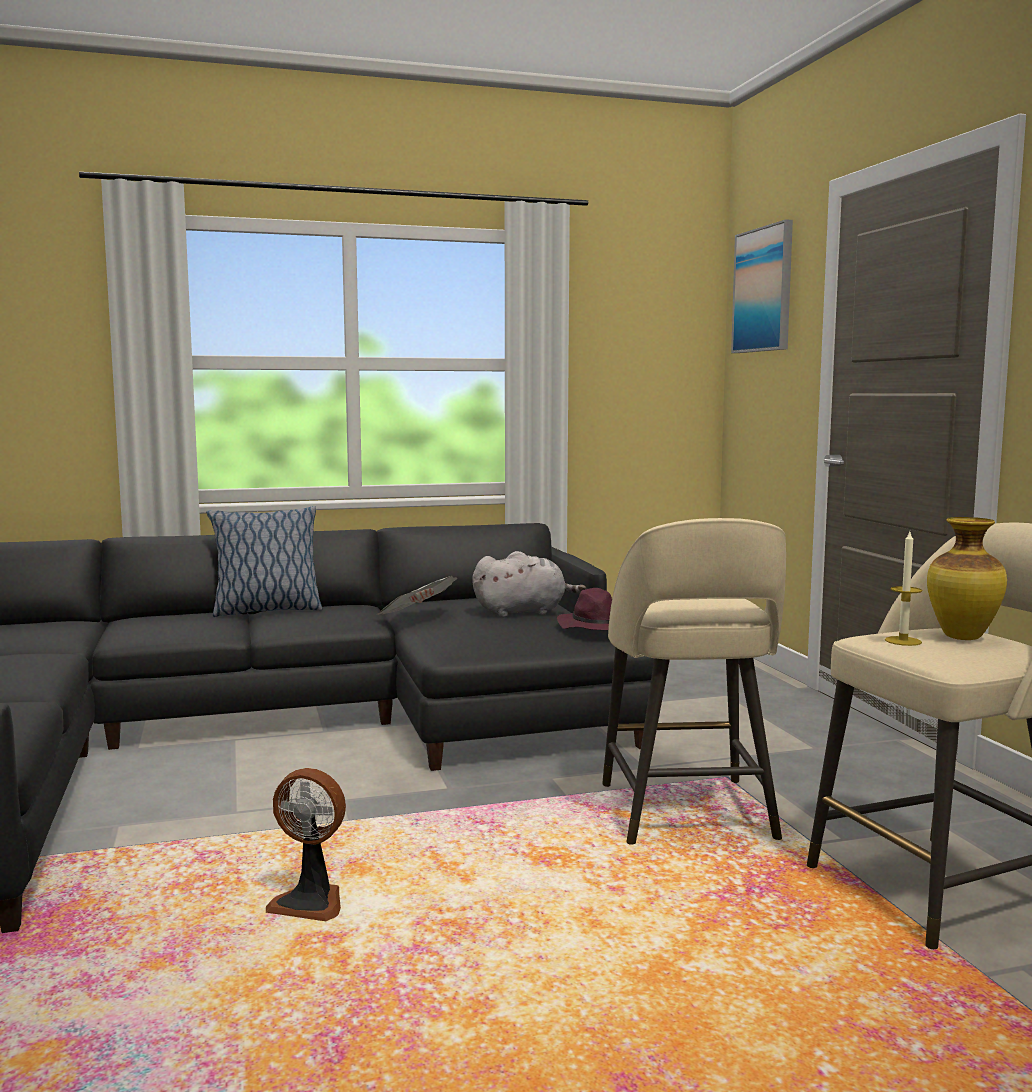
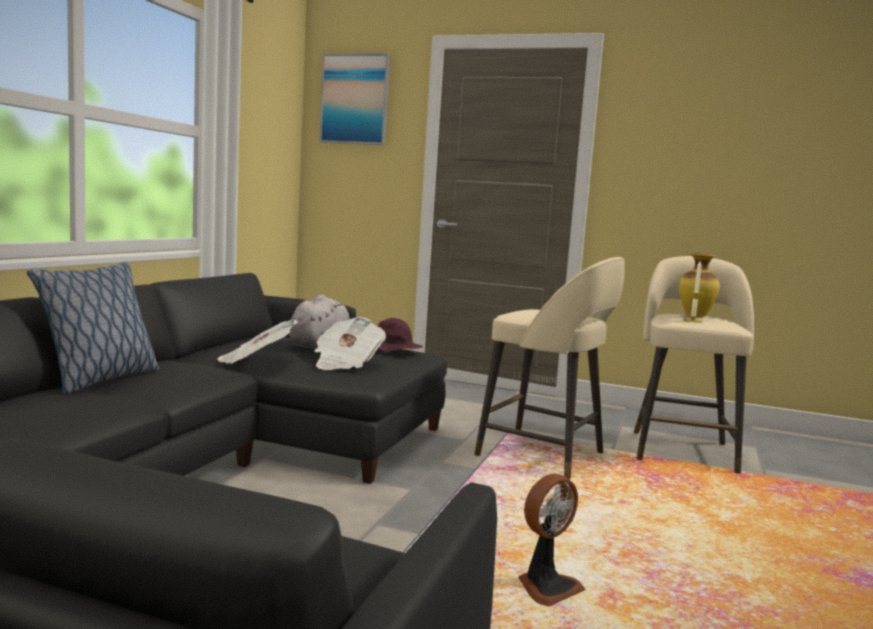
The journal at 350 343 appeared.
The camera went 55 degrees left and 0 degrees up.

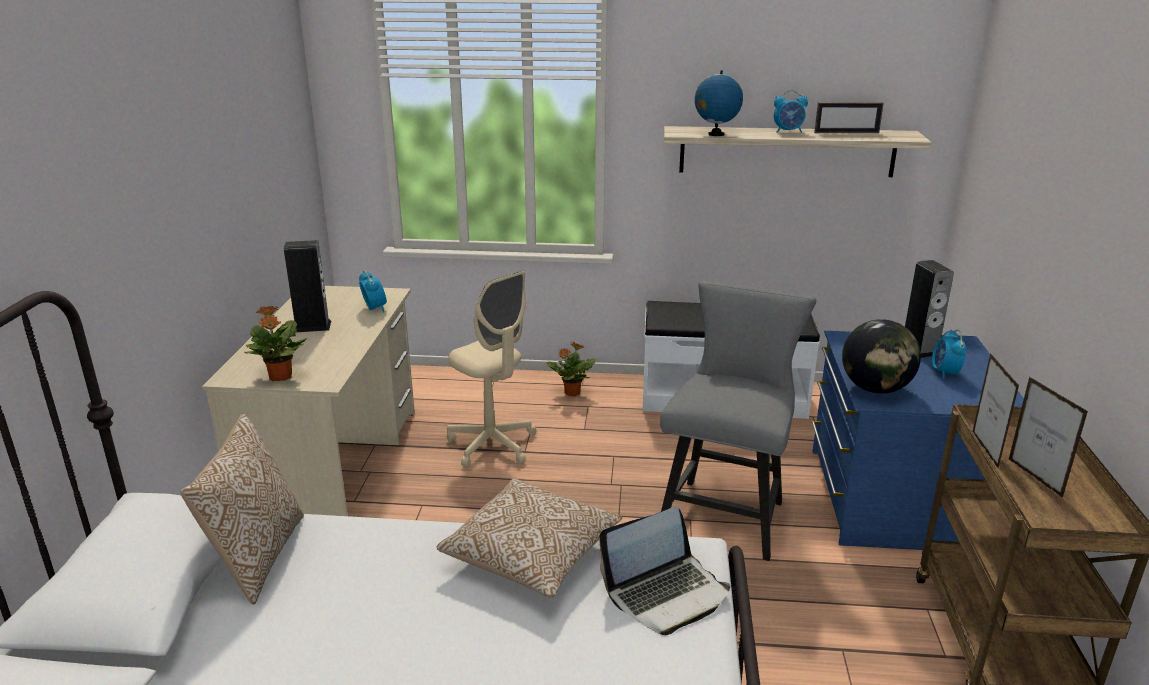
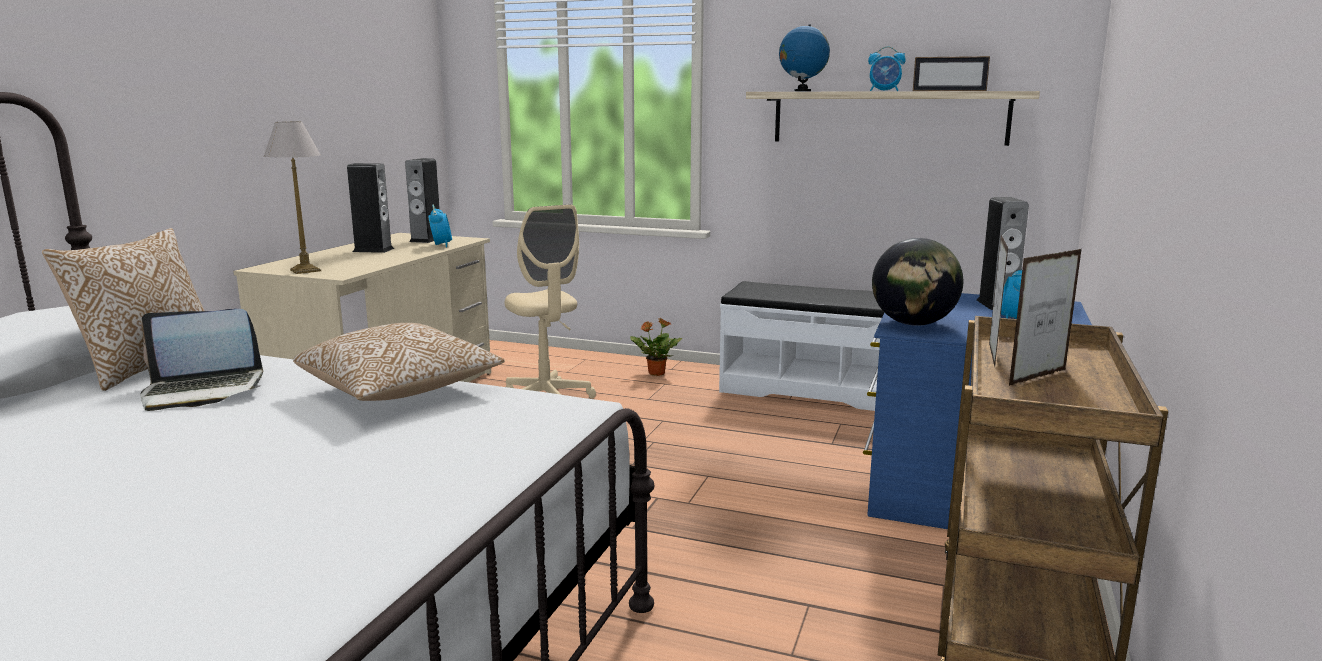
The ordinateur portable moved from 664 571 to 201 360.
The plante en pot at 275 343 was replaced by the lampe de table at 292 198.
The enceinte at 422 200 appeared.
The cadre photo at 1048 437 turned 120 degrees counterclockwise.
The chaise [gris] at 738 421 disappeared.
The camera went 15 degrees right and 10 degrees down.

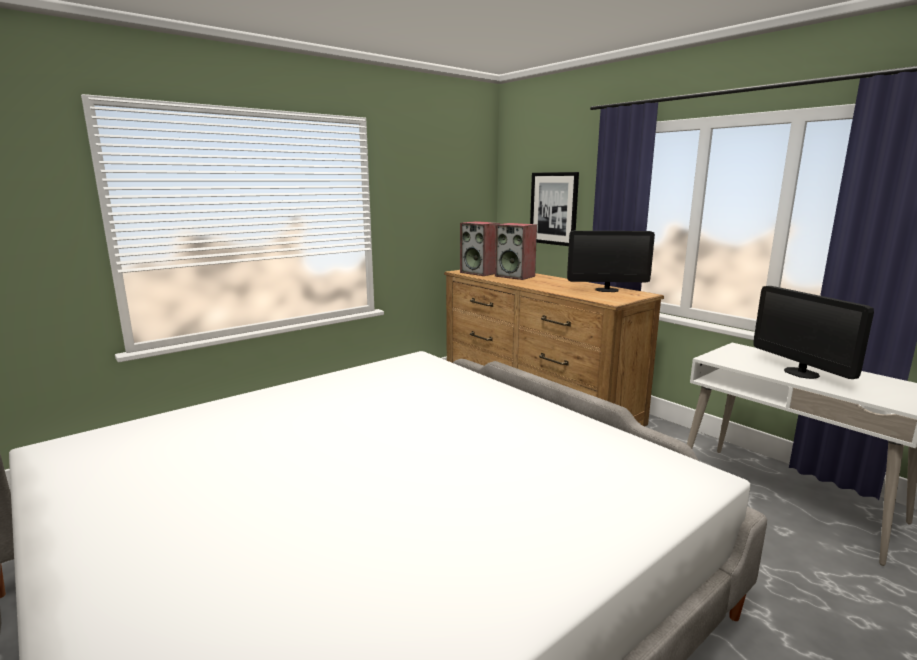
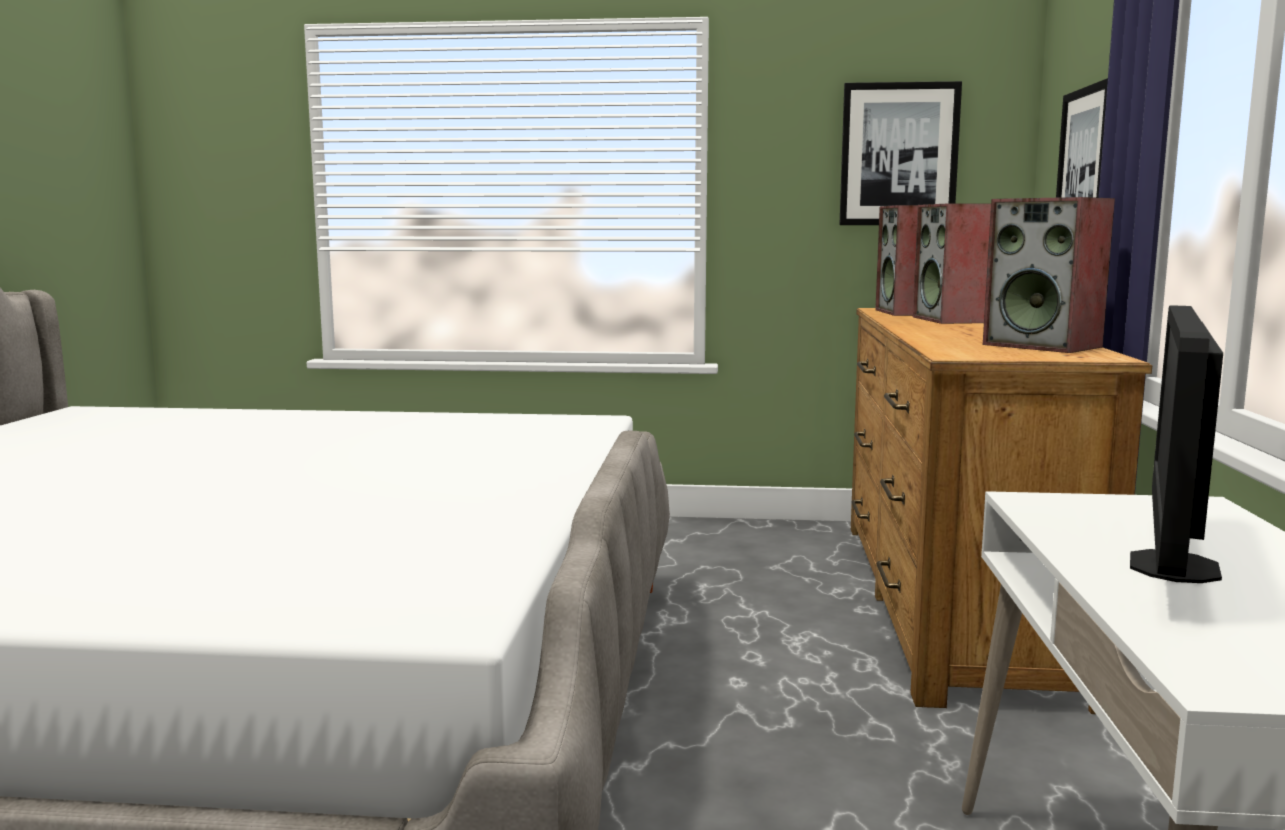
The tableau at 900 153 appeared.
The écran d'ordinateur at 611 261 was replaced by the enceinte at 1049 275.
The camera went 45 degrees right and 5 degrees down.

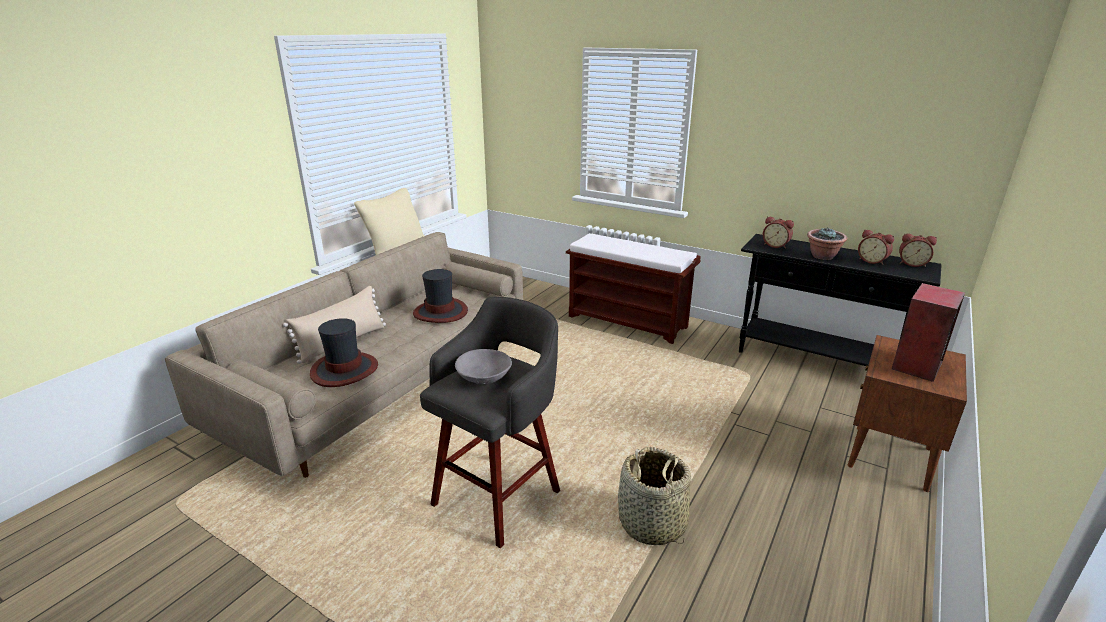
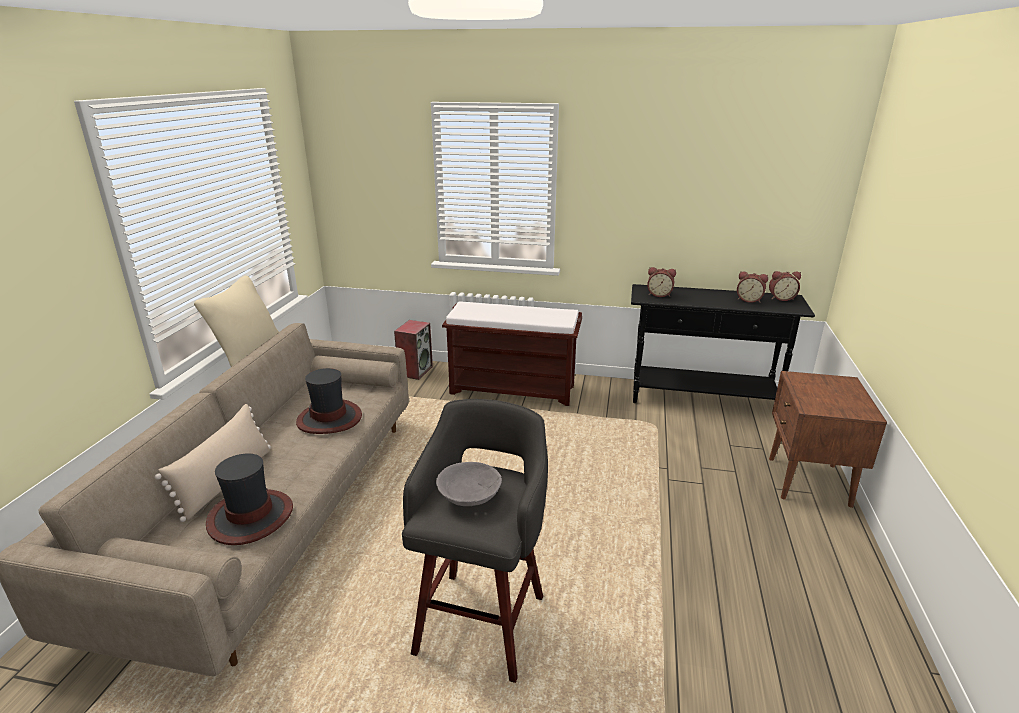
The enceinte moved from 928 332 to 413 350.
The panier at 654 496 disappeared.
The plante en pot at 827 244 disappeared.
The camera went 20 degrees left and 0 degrees up.

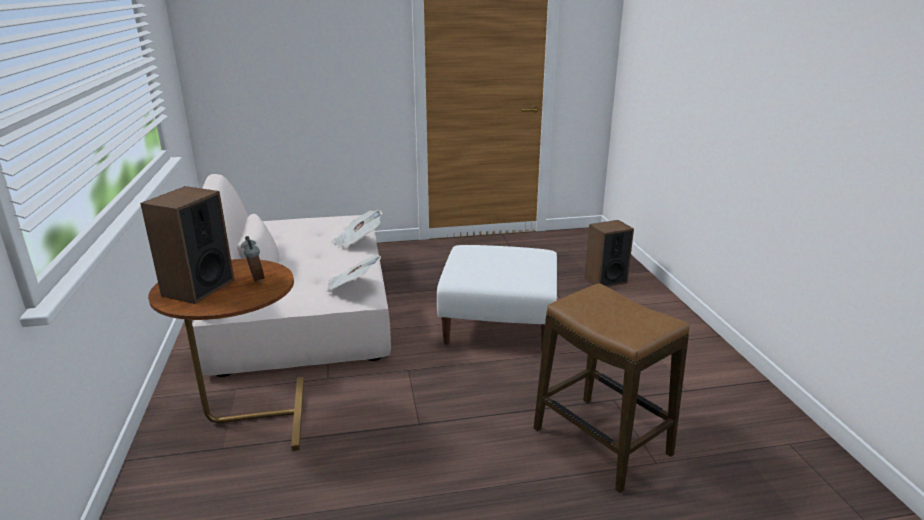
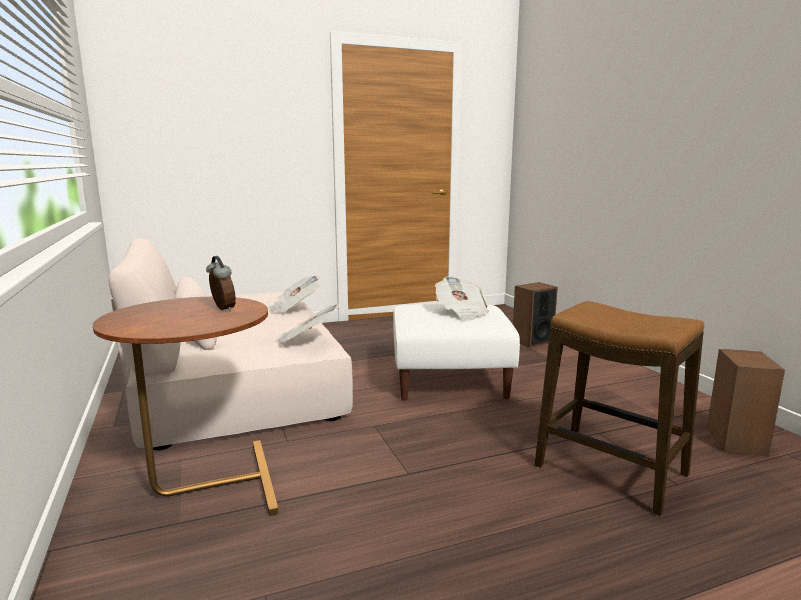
The journal at 462 298 appeared.
The enceinte moved from 187 245 to 746 403.
The camera went 10 degrees left and 10 degrees down.

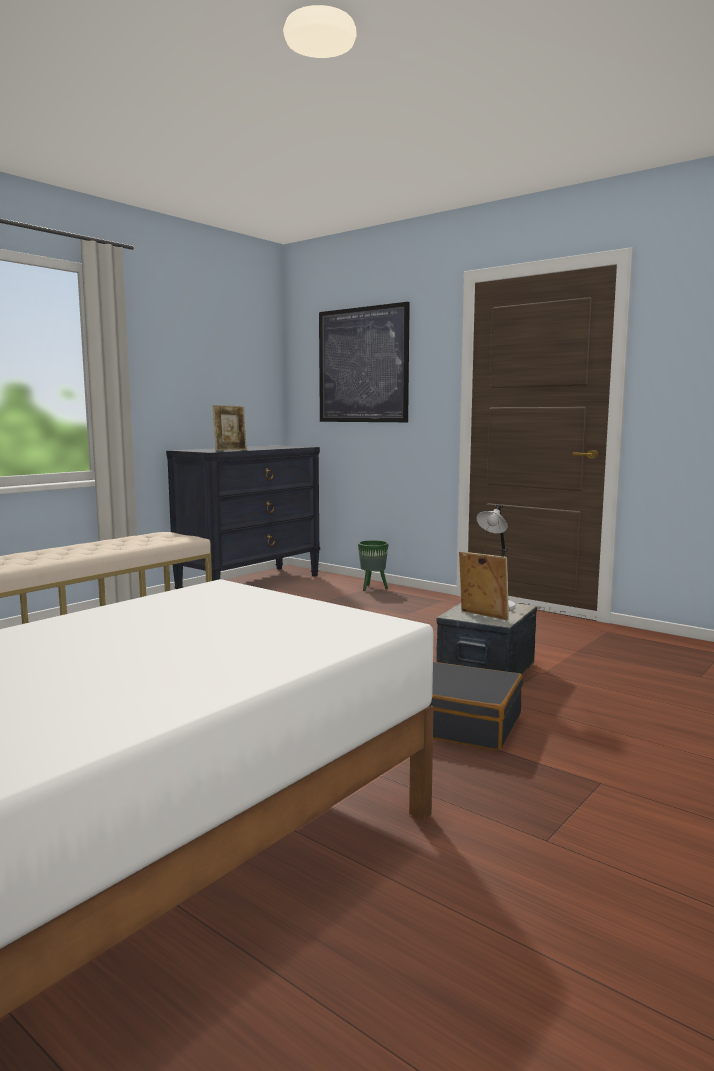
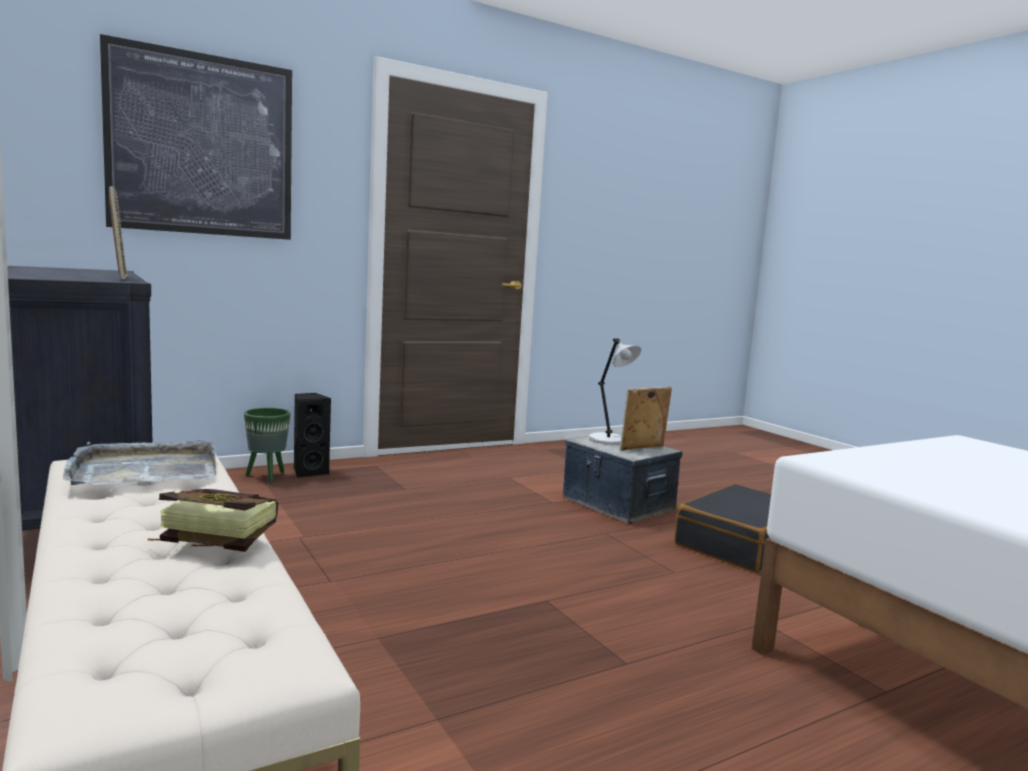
The plateau [gris] at 139 462 appeared.
The livre at 212 520 appeared.
The enceinte [noir] at 312 435 appeared.
The camera went 70 degrees left and 0 degrees up.

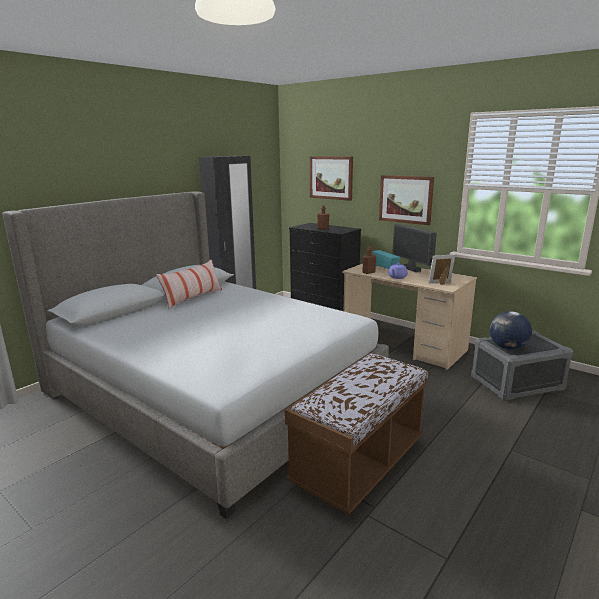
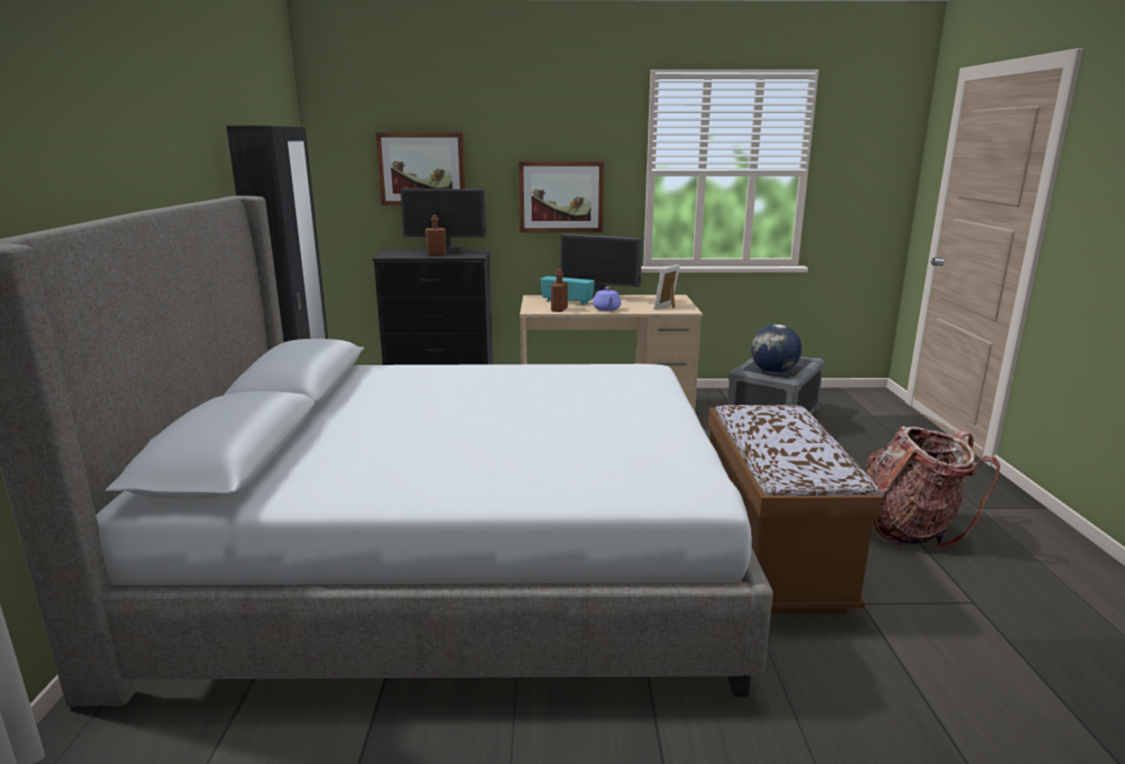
The écran d'ordinateur at 443 221 appeared.
The sac à dos at 933 487 appeared.
The coussin at 189 284 disappeared.
The camera went 40 degrees left and 0 degrees up.

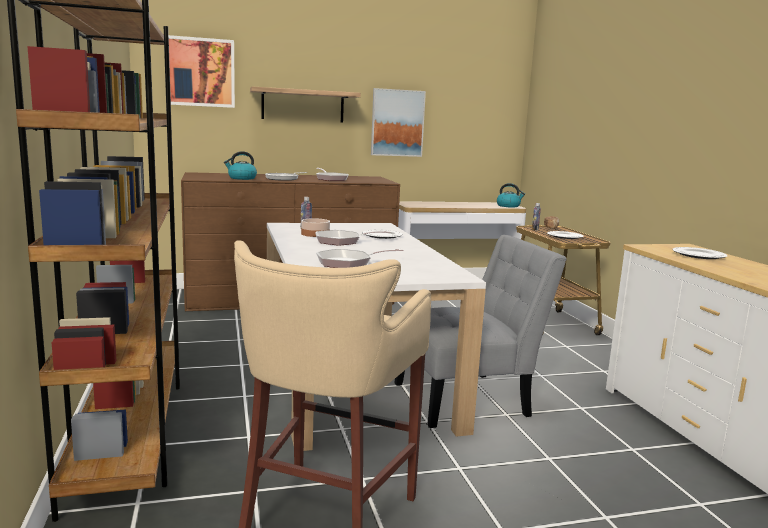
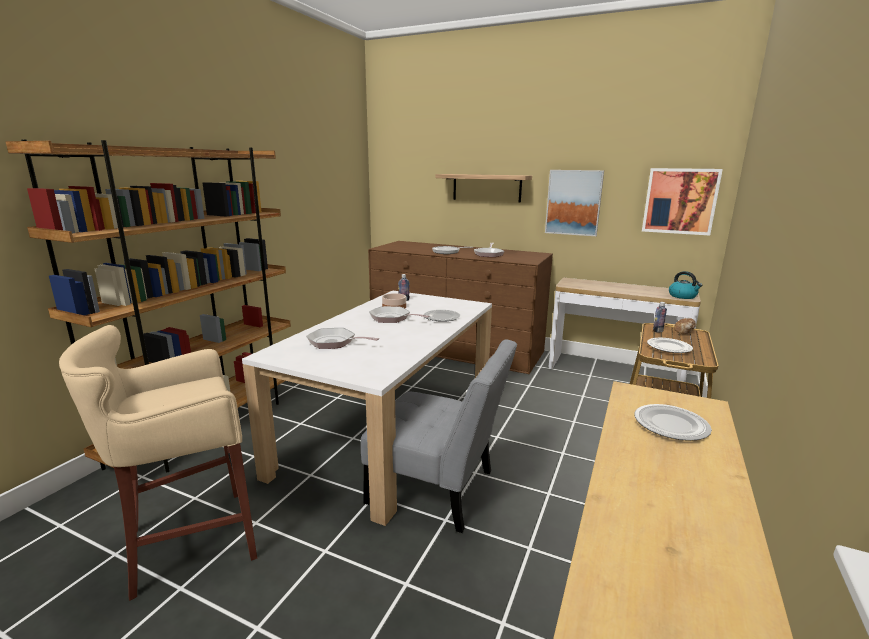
The tableau moved from 202 71 to 682 201.
The bouilloire at 240 165 disappeared.
The camera went 40 degrees right and 5 degrees up.

